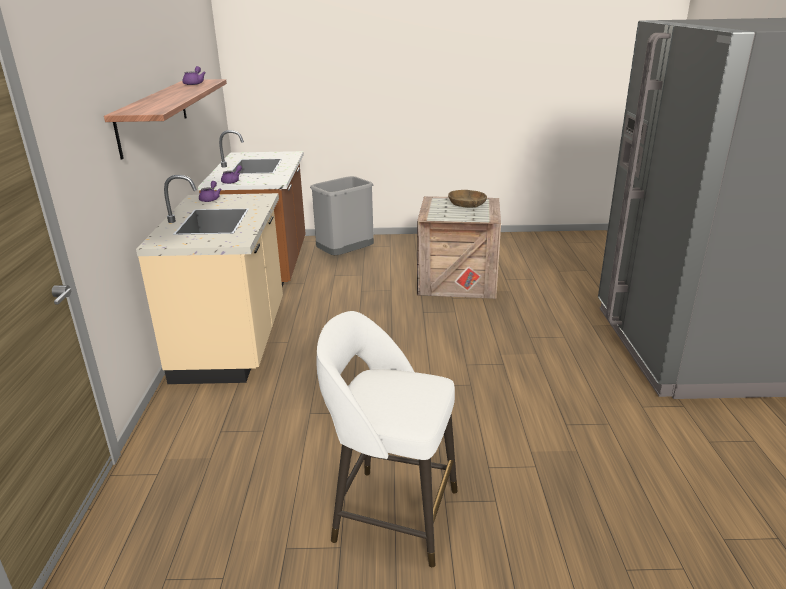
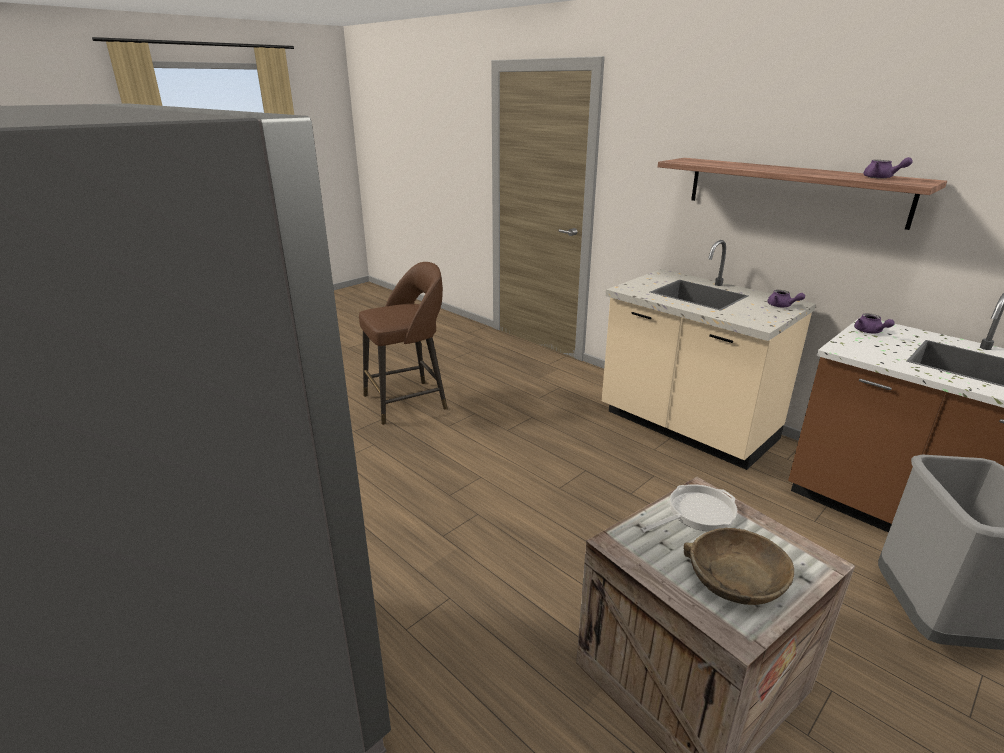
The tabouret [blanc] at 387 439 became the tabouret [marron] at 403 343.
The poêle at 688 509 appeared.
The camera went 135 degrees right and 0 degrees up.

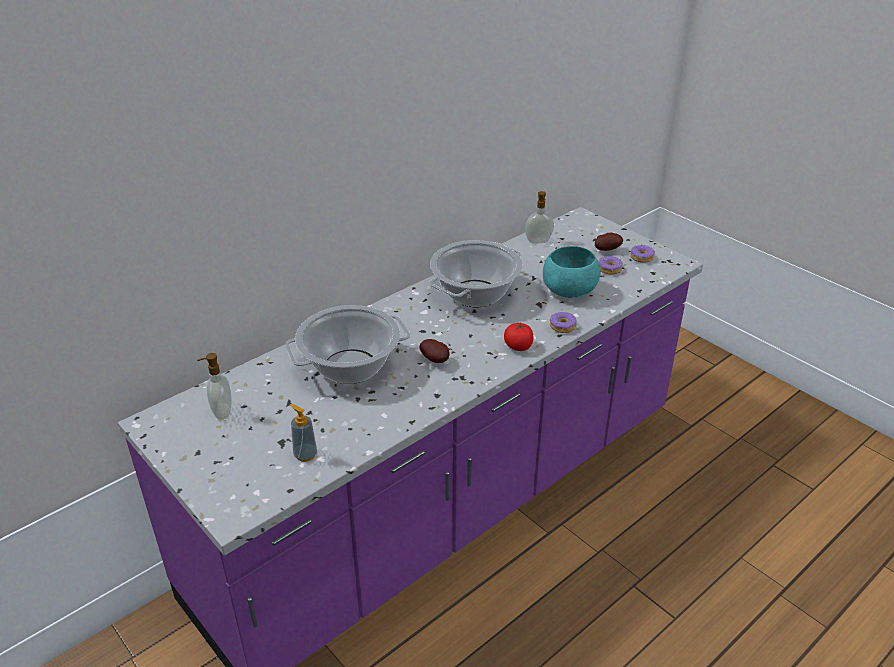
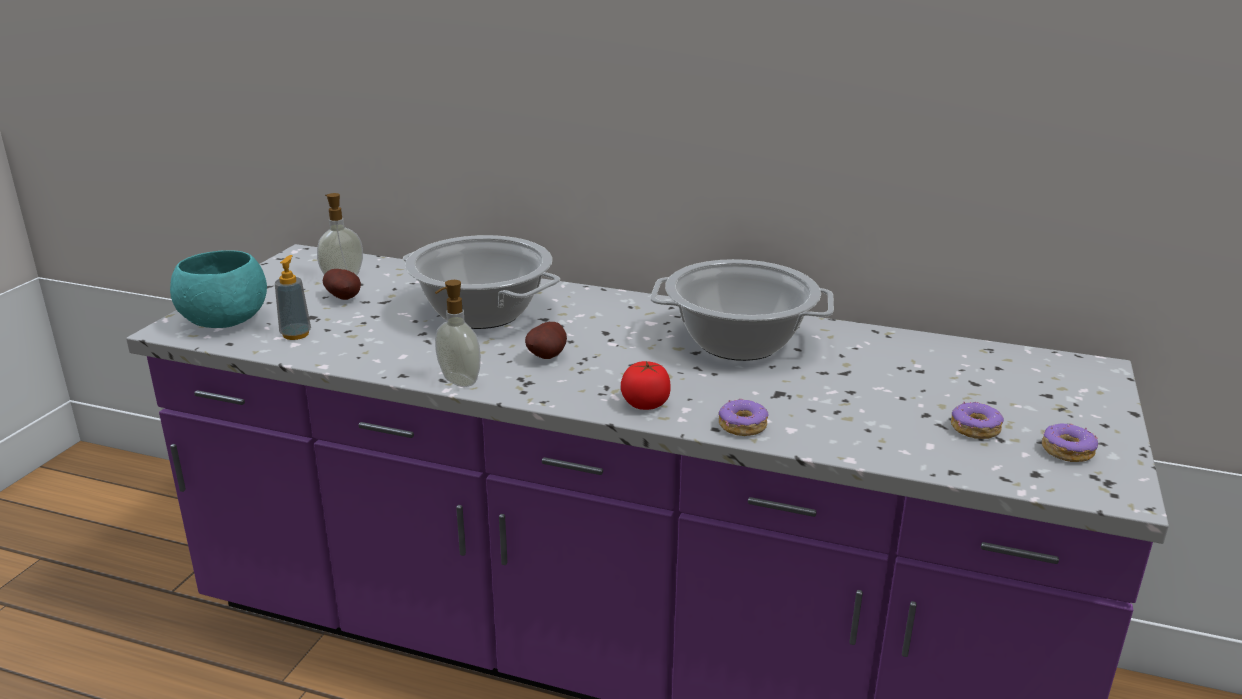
The bol [turquoise] moved from 572 272 to 218 289.
The pomme de terre moved from 609 242 to 342 284.
The distributeur de savon moved from 539 217 to 458 333.
The camera went 60 degrees right and 10 degrees down.

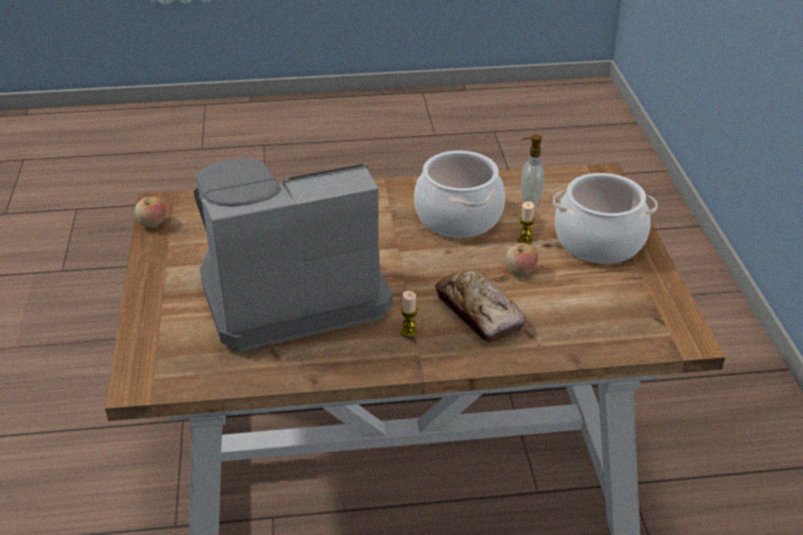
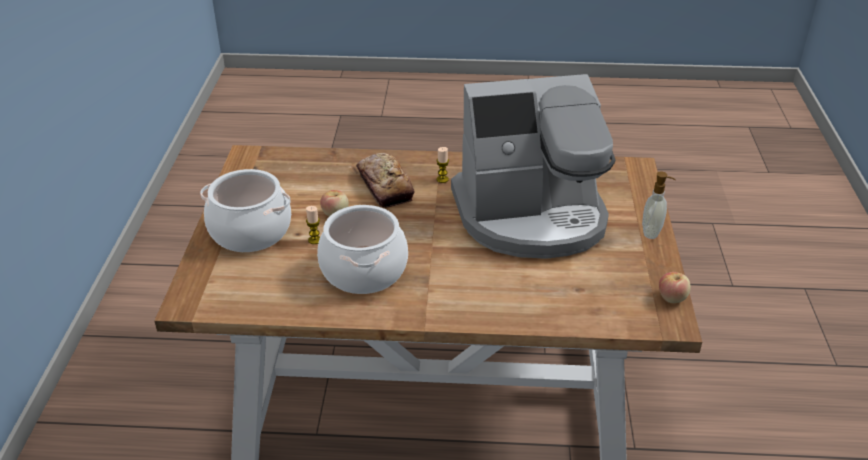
The distributeur de savon moved from 533 169 to 659 205.
The camera went 170 degrees left and 0 degrees up.

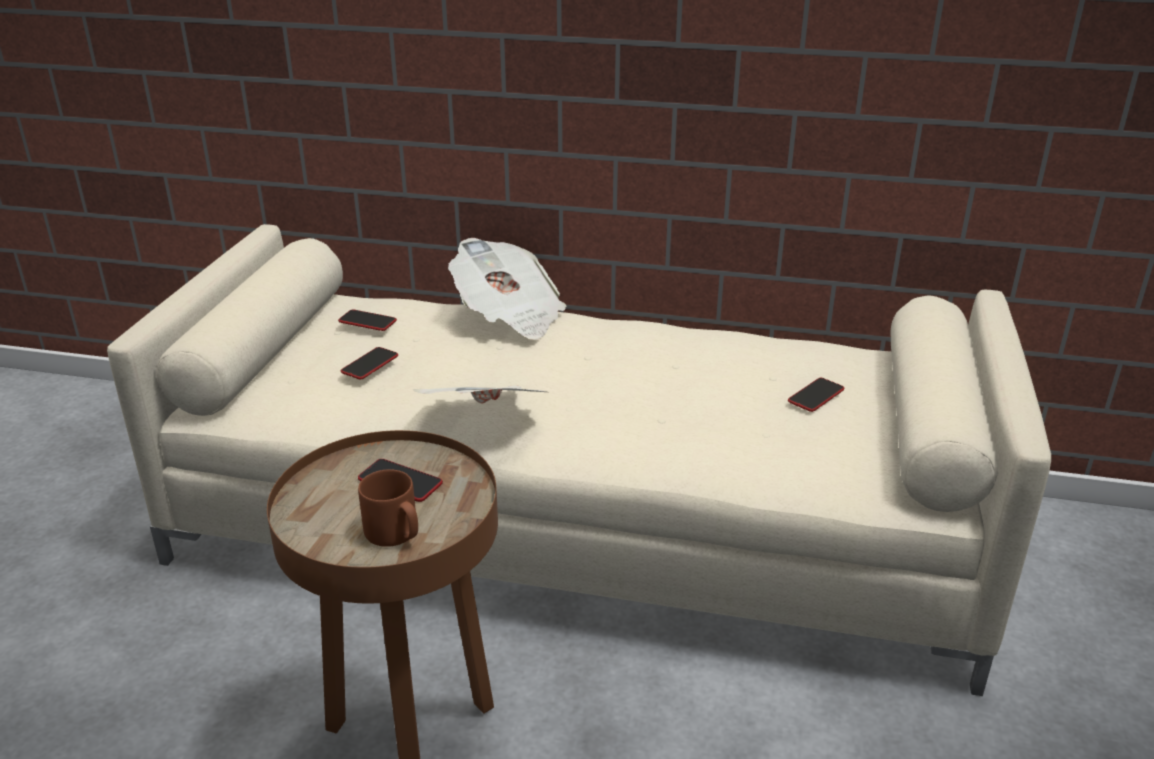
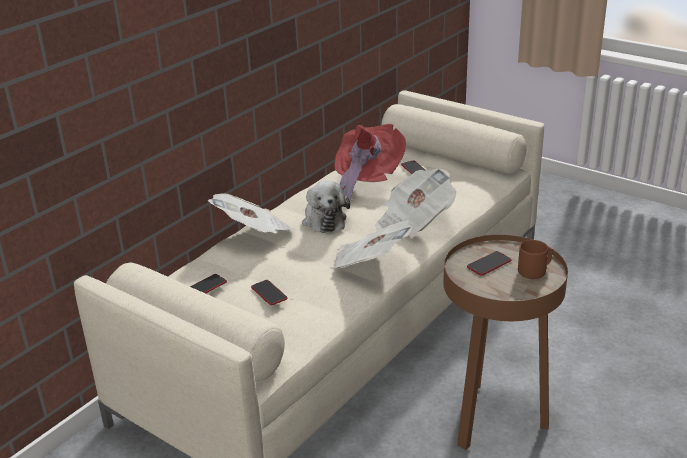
The peluche at 326 207 appeared.
The chapeau [rouge] at 370 162 appeared.
The journal at 415 202 appeared.
The camera went 65 degrees left and 0 degrees up.

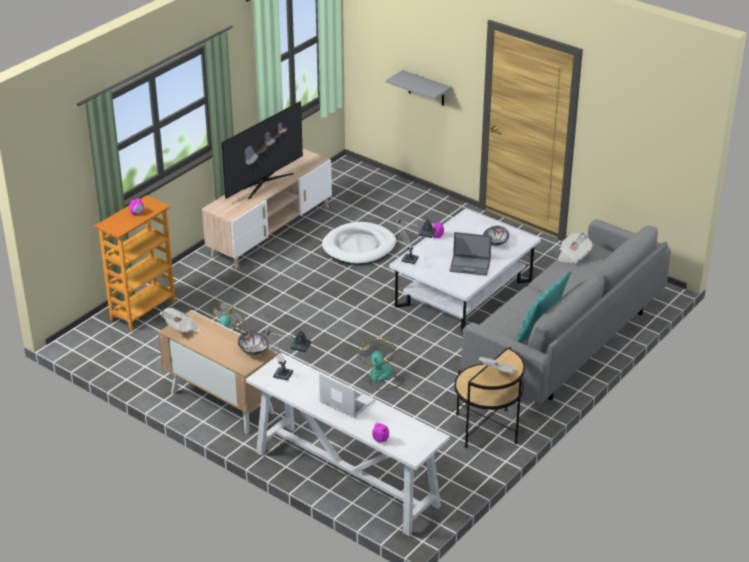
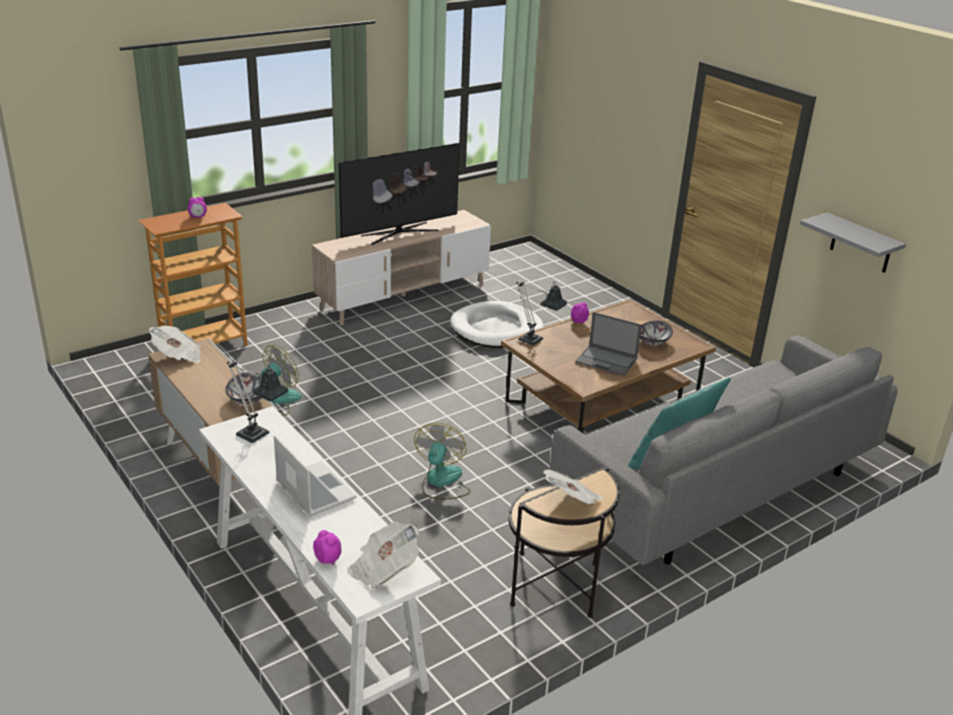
The journal moved from 575 248 to 383 555.
The table basse [blanc] at 465 271 became the table basse [marron] at 608 366.
The étagère [gris] moved from 419 88 to 853 242.
The camera went 15 degrees right and 5 degrees down.

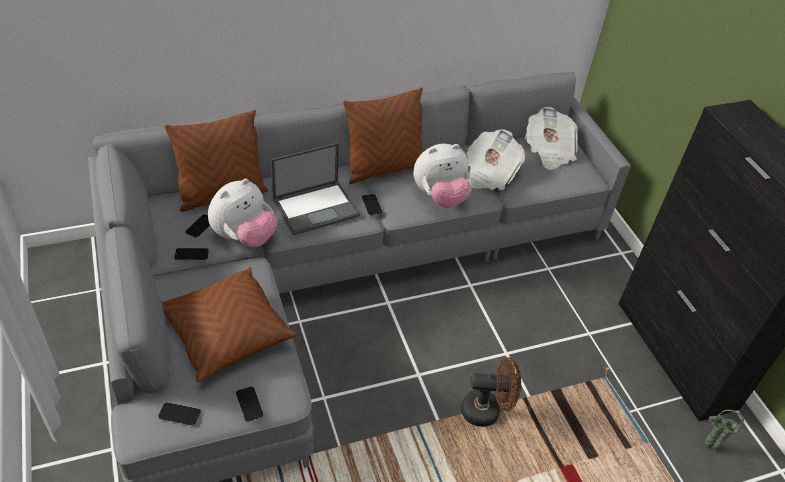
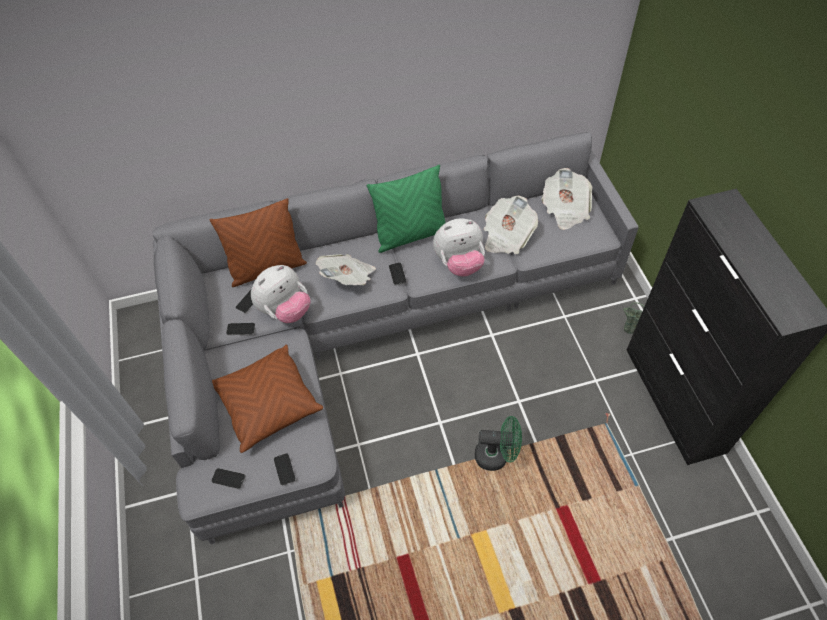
The ordinateur portable at 315 189 was replaced by the journal at 346 269.
The coussin [marron] at 383 135 became the coussin [vert] at 406 209.
The ventilateur [marron] at 491 392 became the ventilateur [vert] at 498 443.
The vase [vert] moved from 724 429 to 634 318.
The camera went 10 degrees right and 10 degrees up.

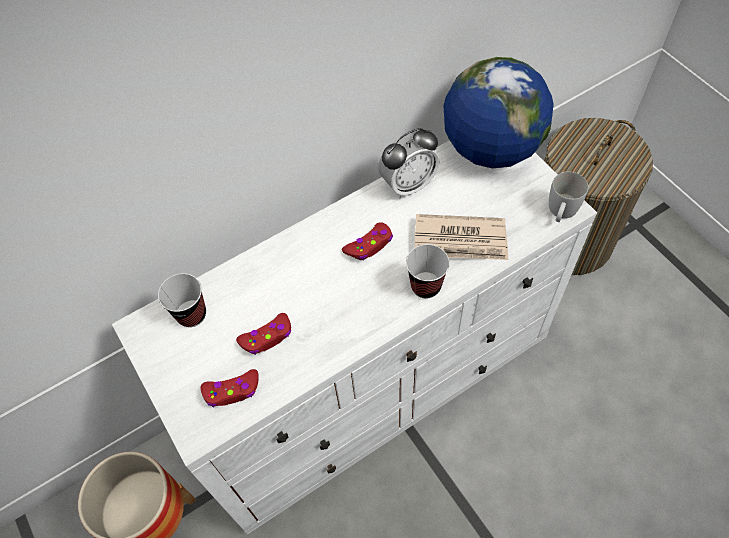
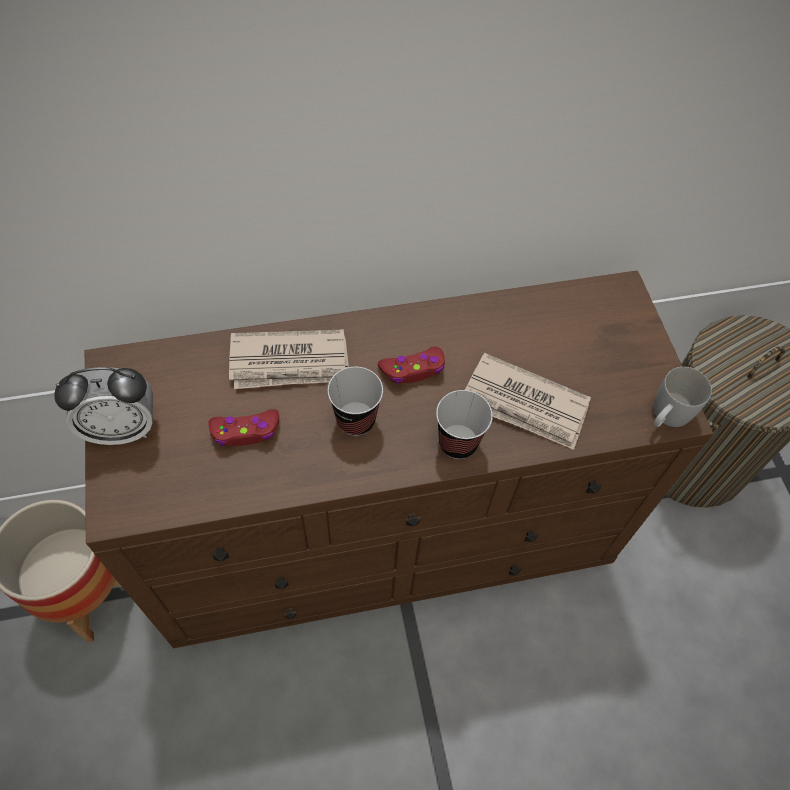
The réveil moved from 408 163 to 103 406.
The commode [blanc] at 354 337 became the commode [marron] at 399 459.
The journal at 289 359 appeared.
The tasse moved from 182 300 to 355 401.
The manette [rouge] at 229 388 disappeared.
The globe at 498 112 disappeared.
The camera went 15 degrees right and 0 degrees up.

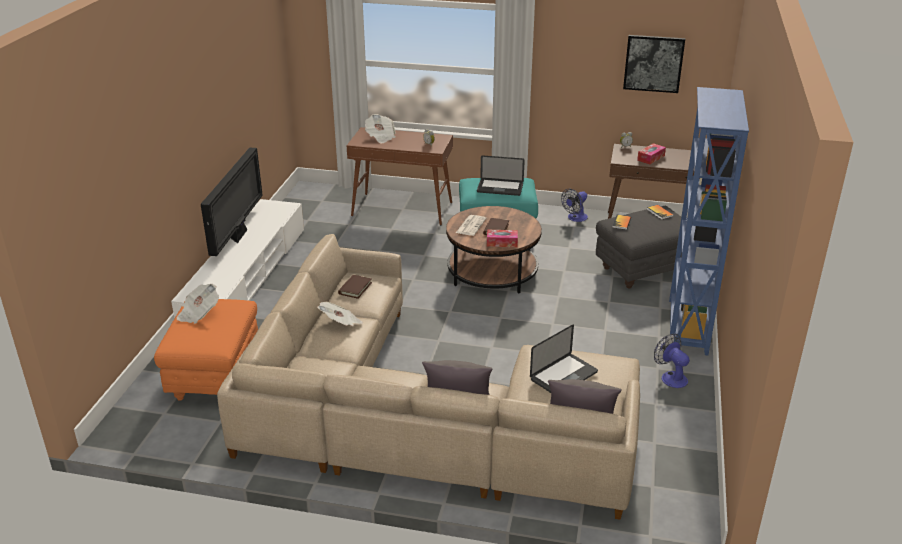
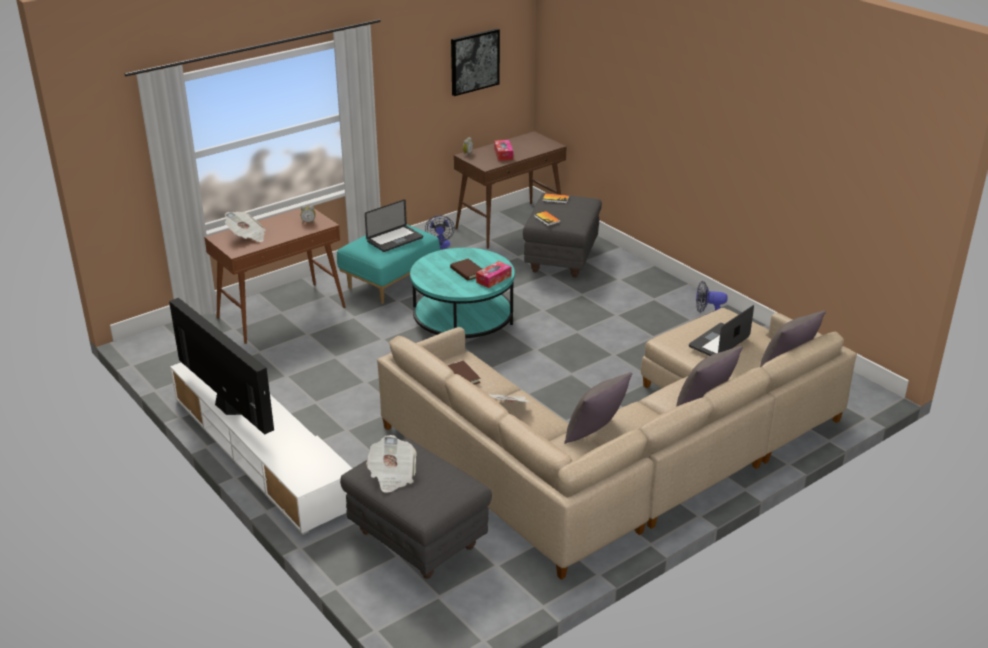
The pouf [orange] at 206 350 became the pouf [gris] at 416 508.
The table basse [marron] at 494 249 became the table basse [turquoise] at 462 292.
The coussin [gris] at 598 408 appeared.
The ordinateur portable at 564 358 turned 135 degrees counterclockwise.
The journal at 471 225 disappeared.
The bibliothèque [bleu] at 709 221 disappeared.
The camera went 50 degrees left and 0 degrees up.

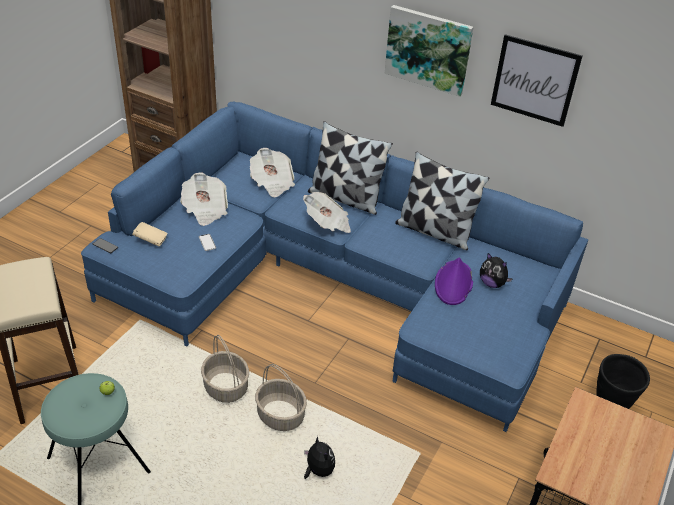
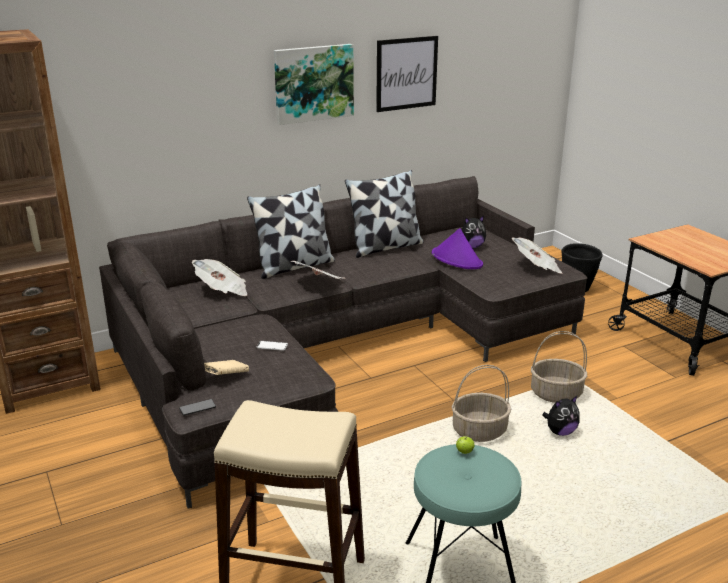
The canapé [bleu] at 334 267 became the canapé [gris] at 343 342.
The journal moved from 204 199 to 537 256.
The panier moved from 225 369 to 559 367.
The peluche at 319 457 turned 150 degrees clockwise.
The camera went 55 degrees left and 15 degrees down.

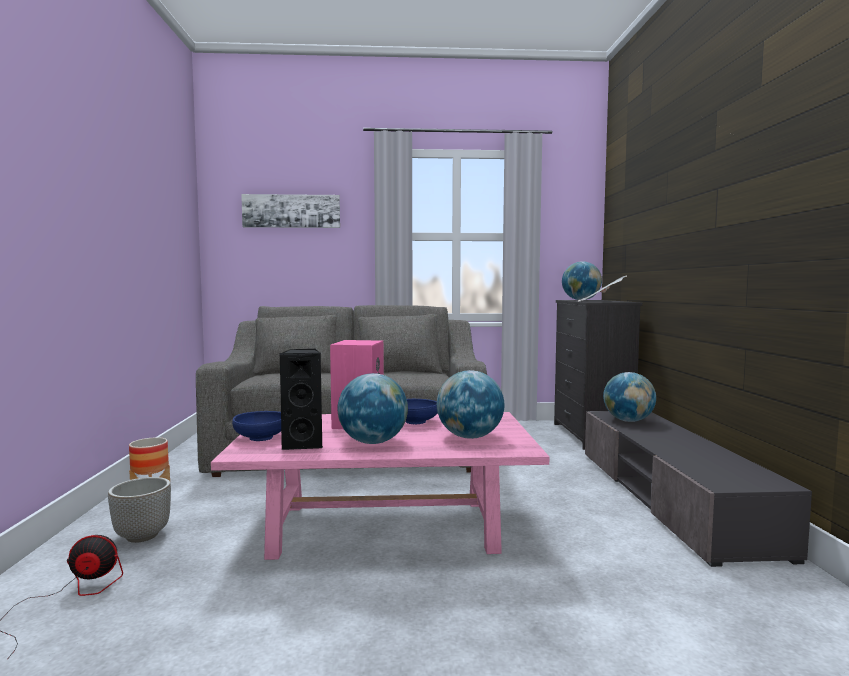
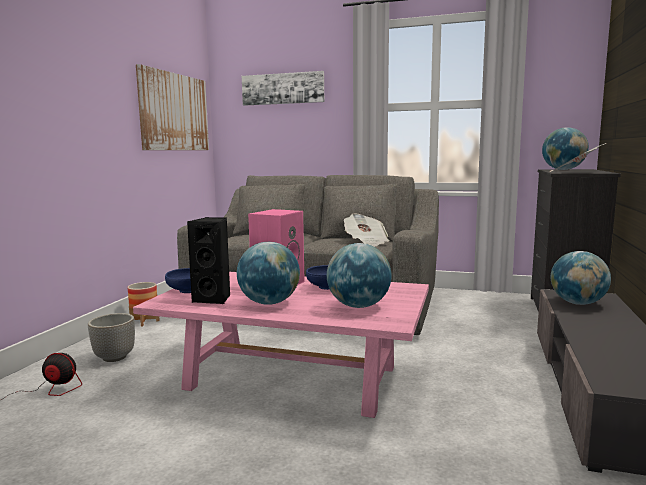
The tableau at 172 107 appeared.
The journal at 367 230 appeared.
The camera went 20 degrees right and 5 degrees up.

